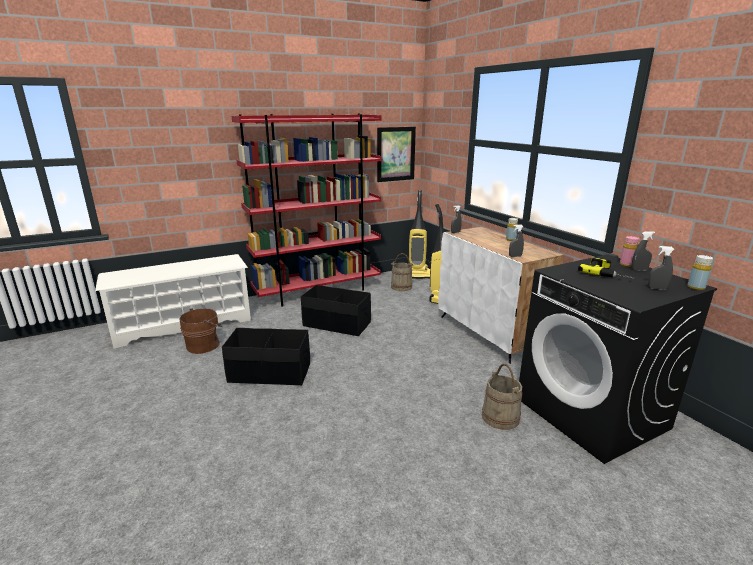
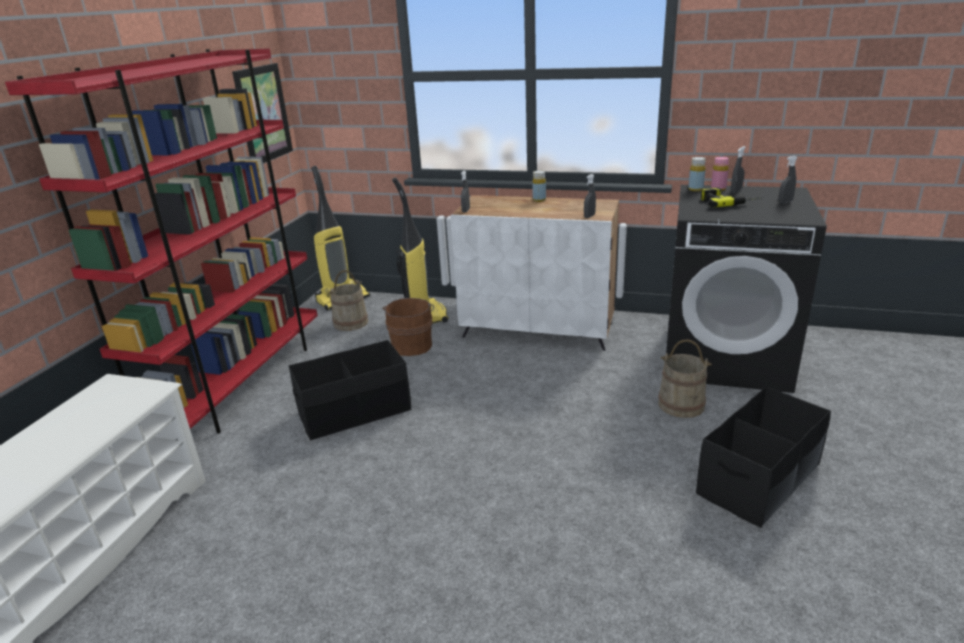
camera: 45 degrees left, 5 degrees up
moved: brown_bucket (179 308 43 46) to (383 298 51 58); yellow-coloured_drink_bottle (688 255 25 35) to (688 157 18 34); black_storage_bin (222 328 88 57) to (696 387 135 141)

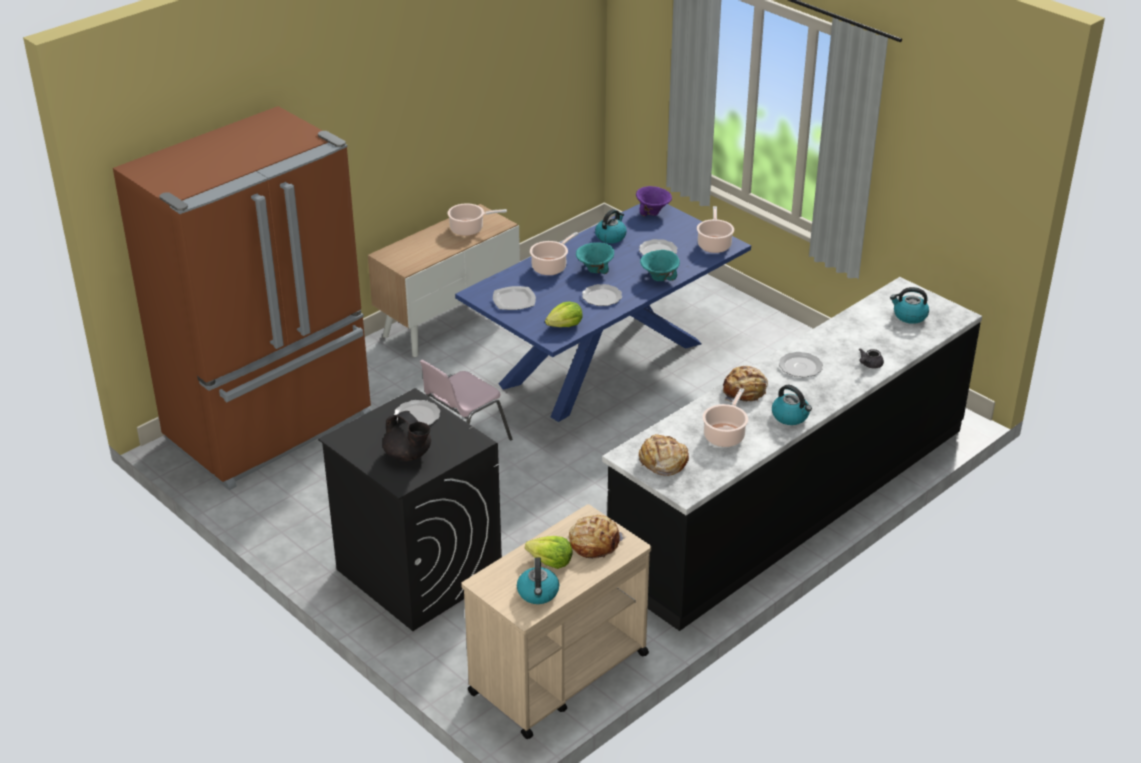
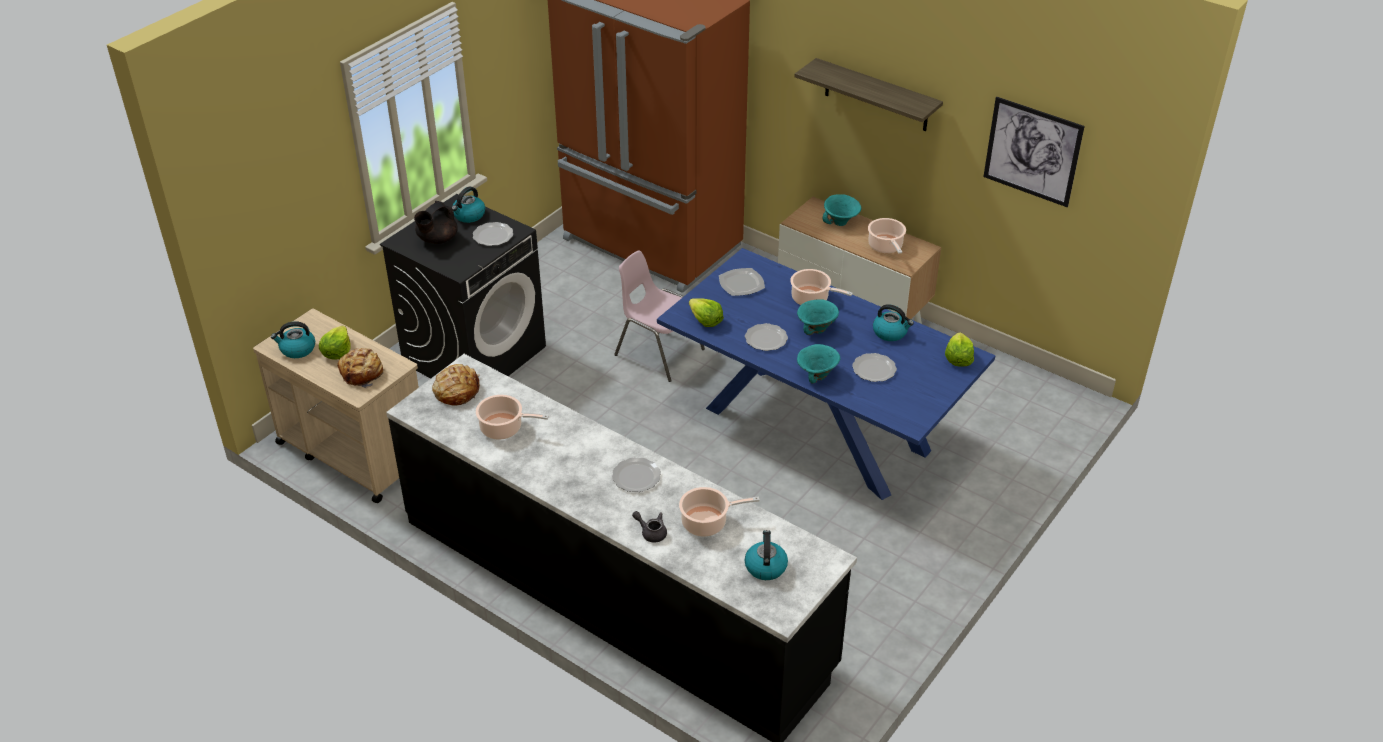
camera: 80 degrees right, 5 degrees up
removed: bread (723 366 45 36)
added: wall_shelf (794 58 149 73); blue-green_bowl (823 194 38 32); picture (983 97 102 110)
moved: water_kettle (772 385 40 40) to (452 187 33 36); saucepot (697 206 37 47) to (679 487 81 50)
replaced: purple_bowl (636 186 36 30) to lettuce_head (945 332 29 35)

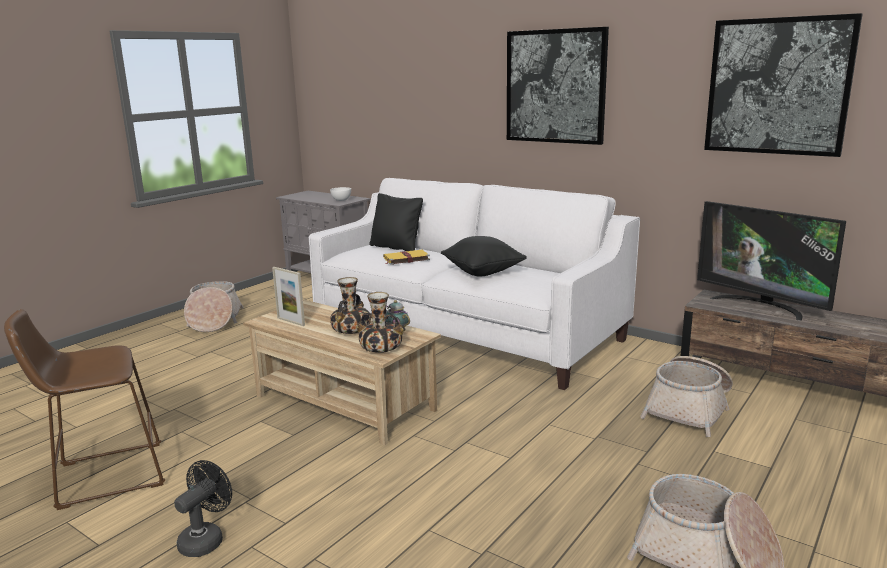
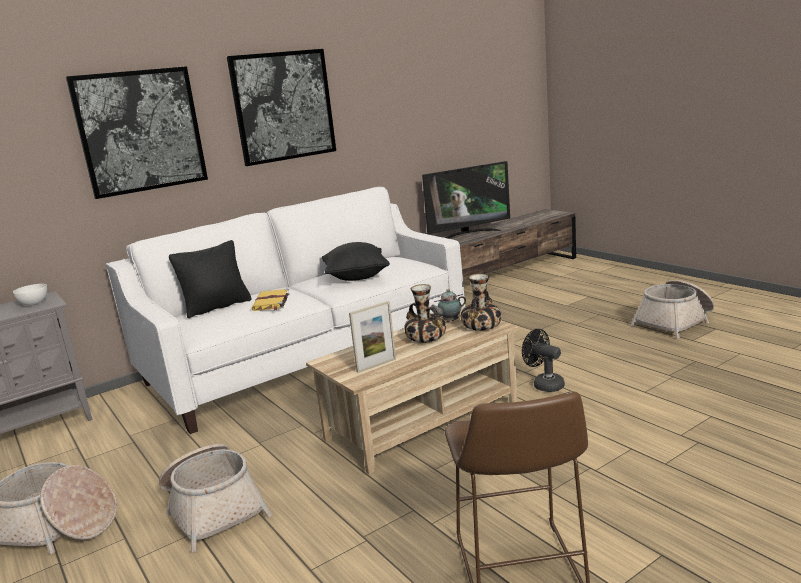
camera: 70 degrees left, 0 degrees up
moved: picture (704 13 159 144) to (66 66 142 133); household_basket (640 356 93 81) to (159 444 113 108); black_cooling_fan (174 460 58 97) to (522 329 43 63)

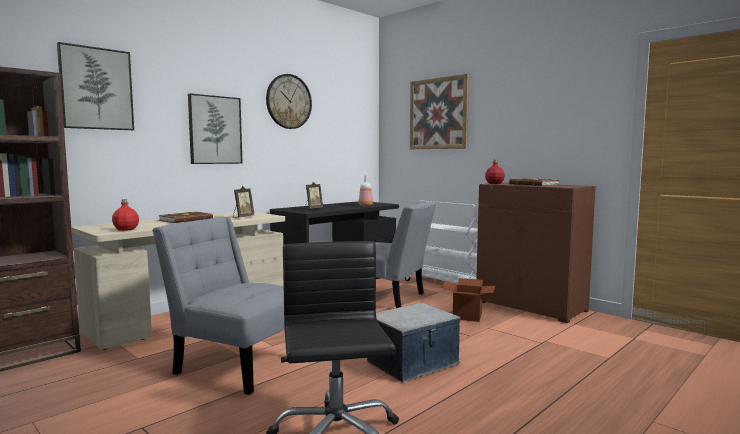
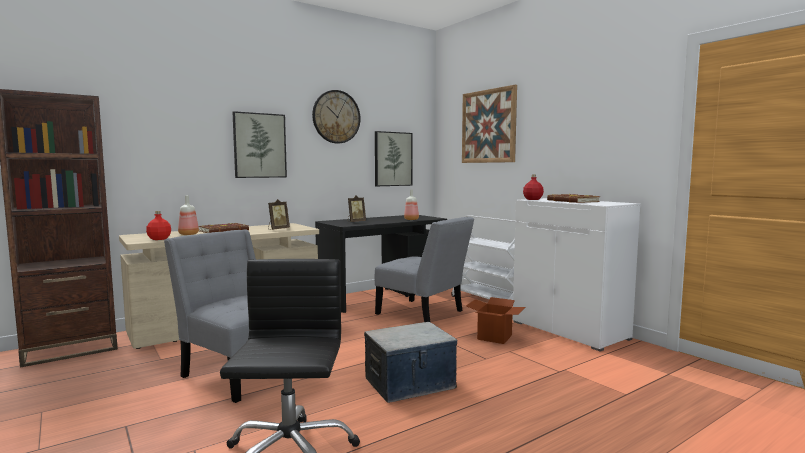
camera: 10 degrees right, 0 degrees up
added: drink_bottle (178 195 21 40)
moved: picture (57 42 77 88) to (375 131 38 55)
recoloured: brown_cupboard (476 182 120 141) to white_cupboard (513 198 127 154)

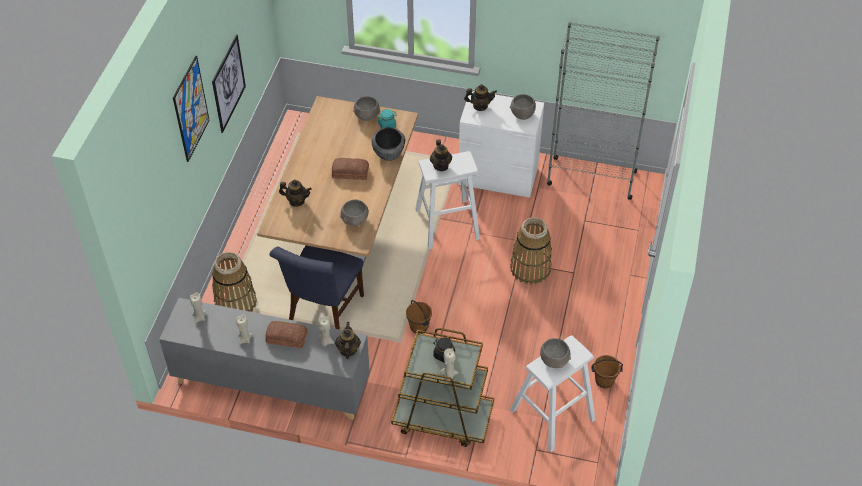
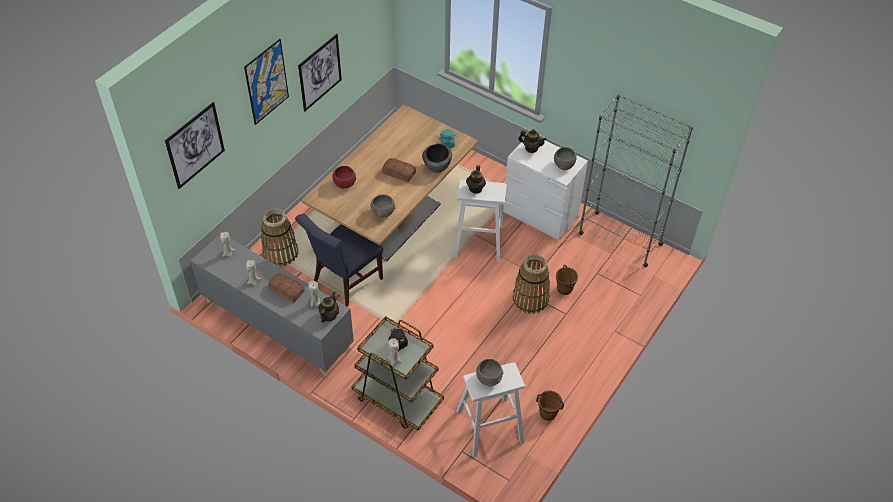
camera: 20 degrees right, 0 degrees up
removed: gray_bowl (353 96 27 25)
added: picture (165 102 60 87)
moved: brown_bucket (406 300 26 34) to (556 265 22 30)
replaced: pot_for_tea (279 180 33 27) to red-coloured_bowl (333 166 24 23)

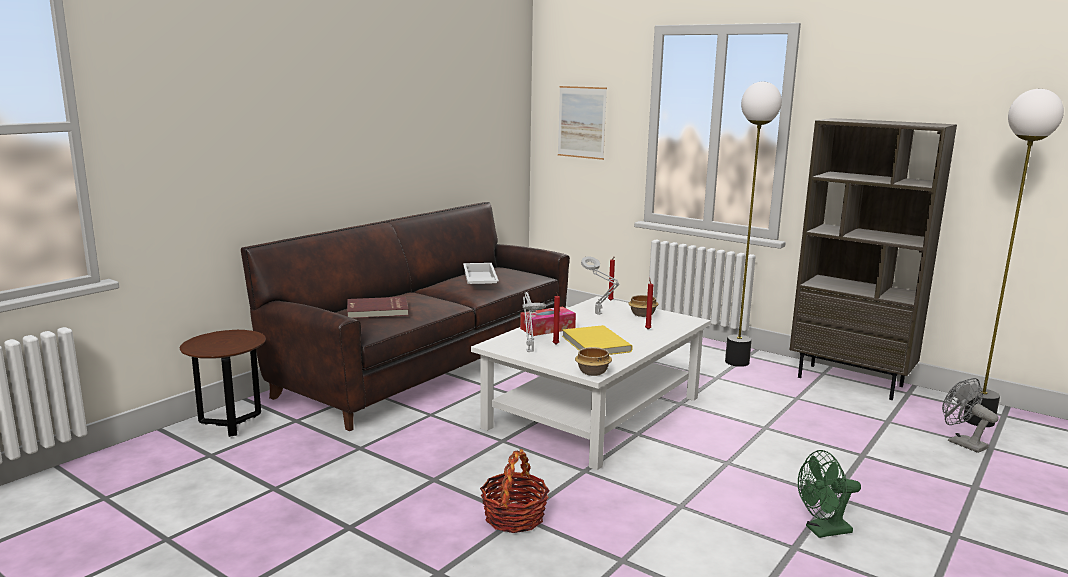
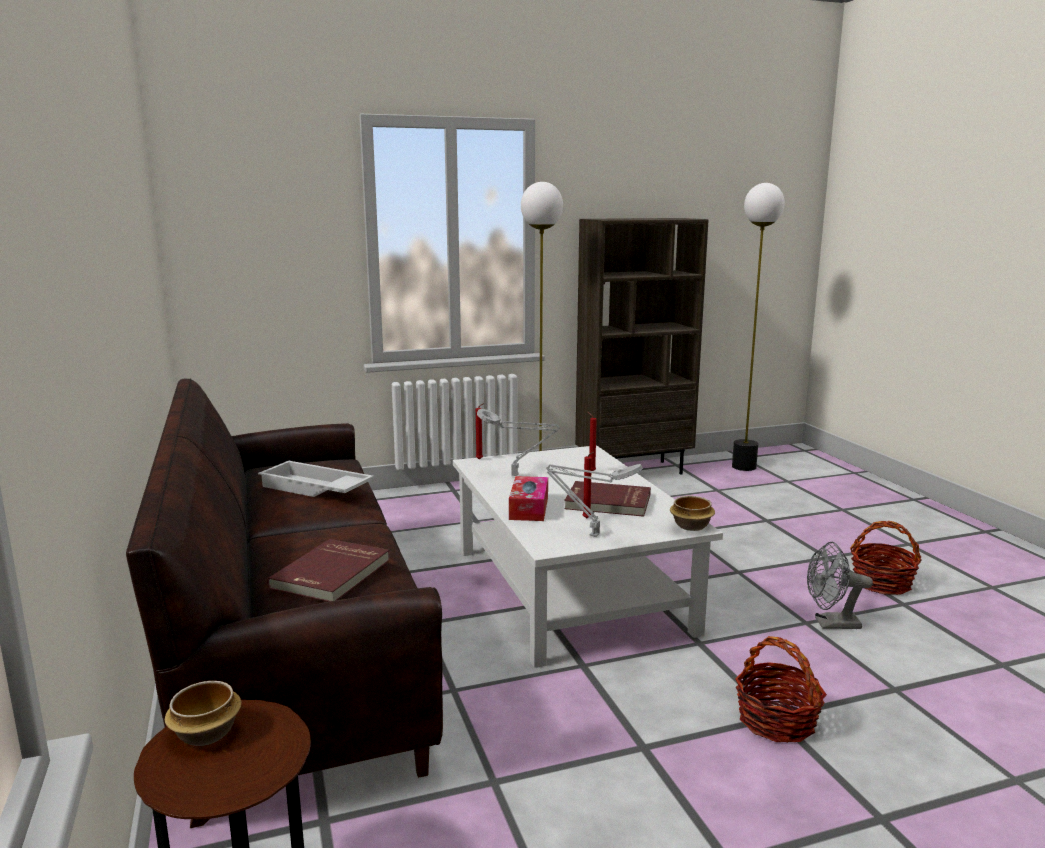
camera: 55 degrees left, 0 degrees up
removed: picture (558 86 49 74)
moved: bowl (628 295 30 22) to (165 681 76 65); gray_cooling_fan (942 378 57 75) to (807 542 66 87)
replaced: greenish_cooling_fan (798 450 63 88) to household_basket (850 521 72 74)
recoloured: yellow-coloured_volume (562 325 71 30) to red-coloured_volume (564 481 87 36)

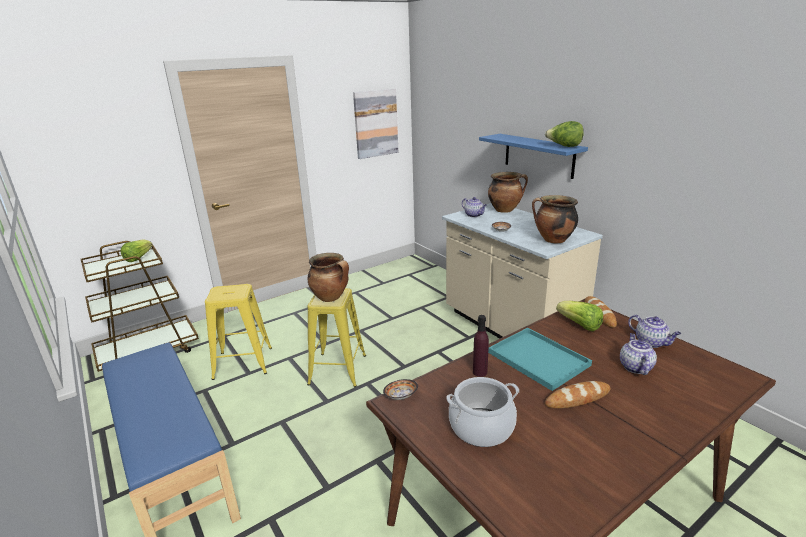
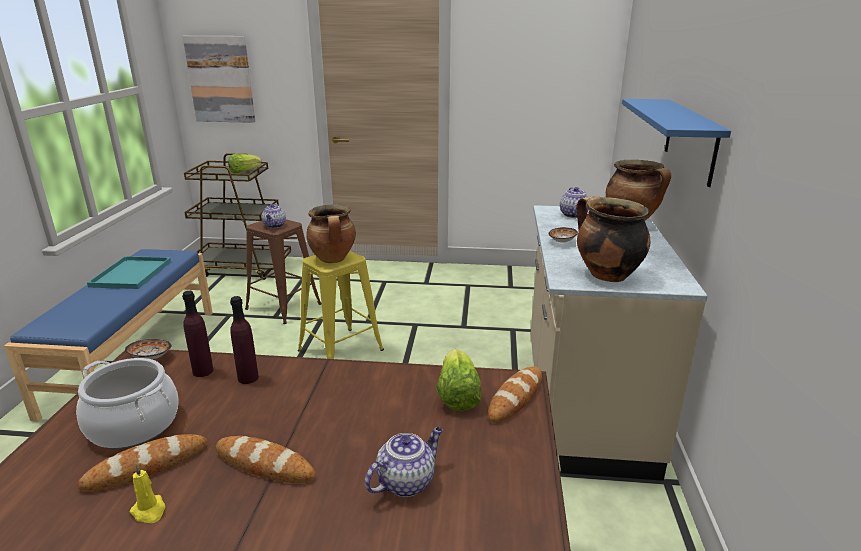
camera: 40 degrees right, 0 degrees up
removed: lettuce_head (545 121 39 26)
added: bread (77 434 130 57); yellow-coloured_wax_candle (129 464 36 59); purple_drink_bottle (182 291 32 86)
moved: blue-green_tray (488 328 104 63) to (87 256 84 33); picture (353 89 45 70) to (183 36 72 87); pot_for_tea (628 315 53 33) to (262 204 24 24)
recoloured: yellow-coloured_stool_seat (205 284 67 96) to brown_stool_seat (245 219 76 105)

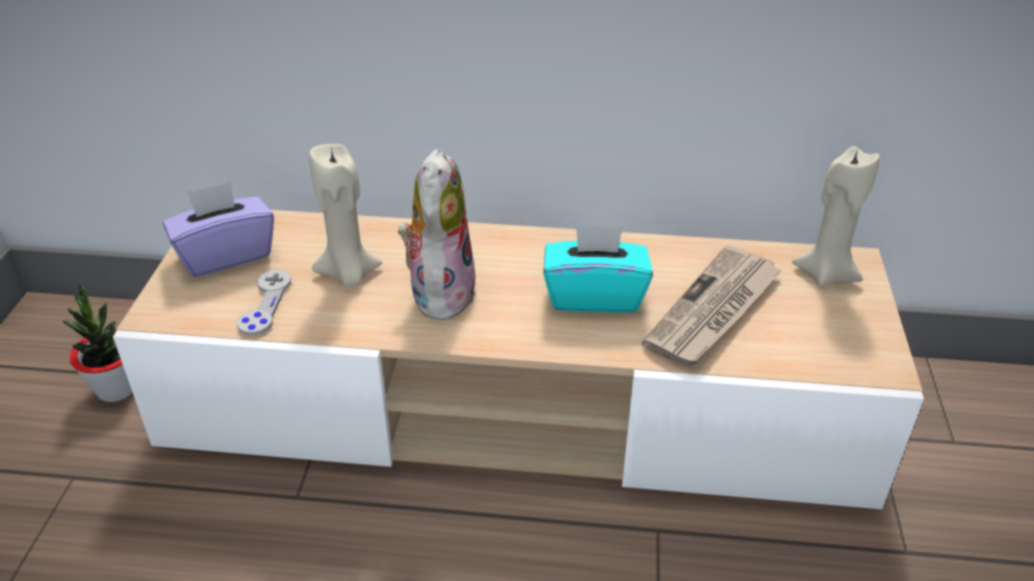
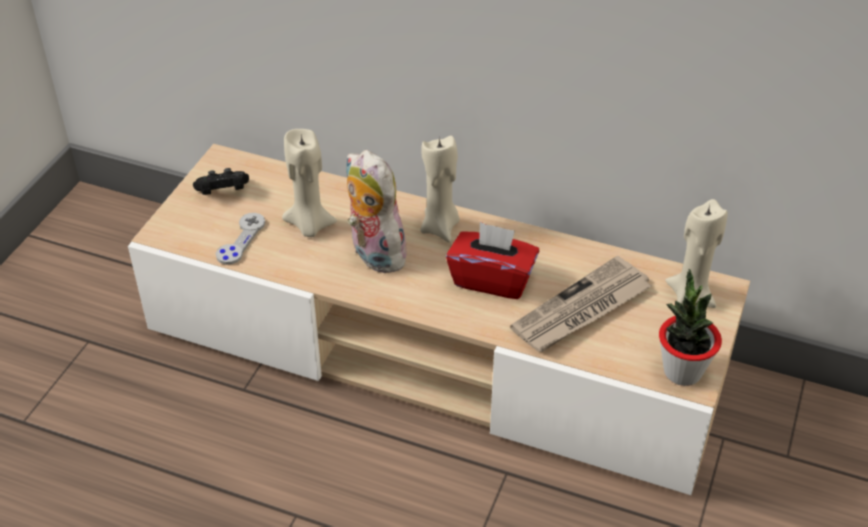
camera: 15 degrees right, 5 degrees up
added: sand-coloured_wax_candle (420 136 40 106)
moved: plant_in_a_pot (62 282 71 120) to (659 269 63 117)
replaced: purple_tissue_holder (163 181 111 96) to black_game_controller (193 168 56 27)
recoloured: blue-green_tissue_holder (543 223 110 90) to red-coloured_tissue_holder (446 222 93 77)
turned: soft_toy (398 149 78 174) = (346 150 63 123) 60 degrees counterclockwise

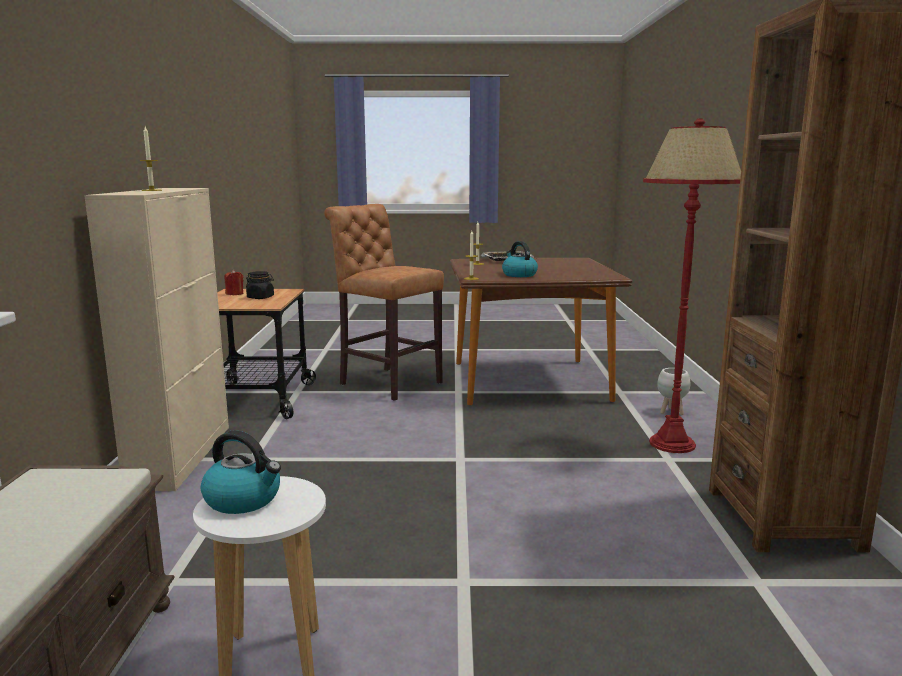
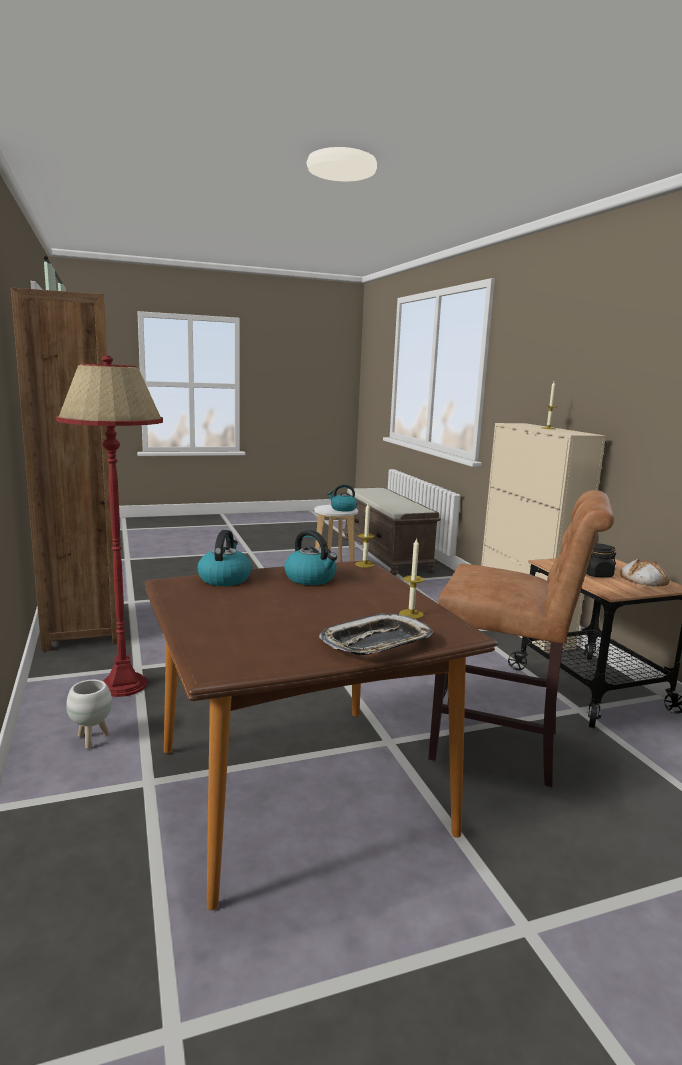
camera: 160 degrees right, 0 degrees up
added: water_kettle (197 530 54 56)
replaced: red-coloured_wax_candle (224 270 19 25) to bread (620 558 50 28)

